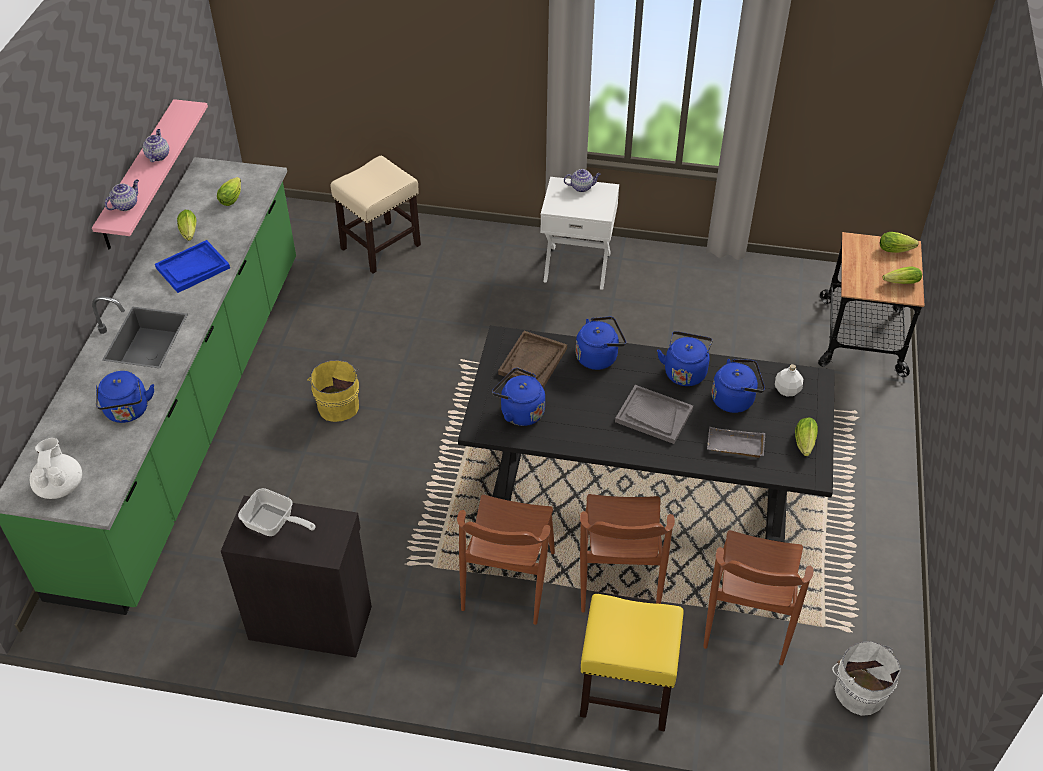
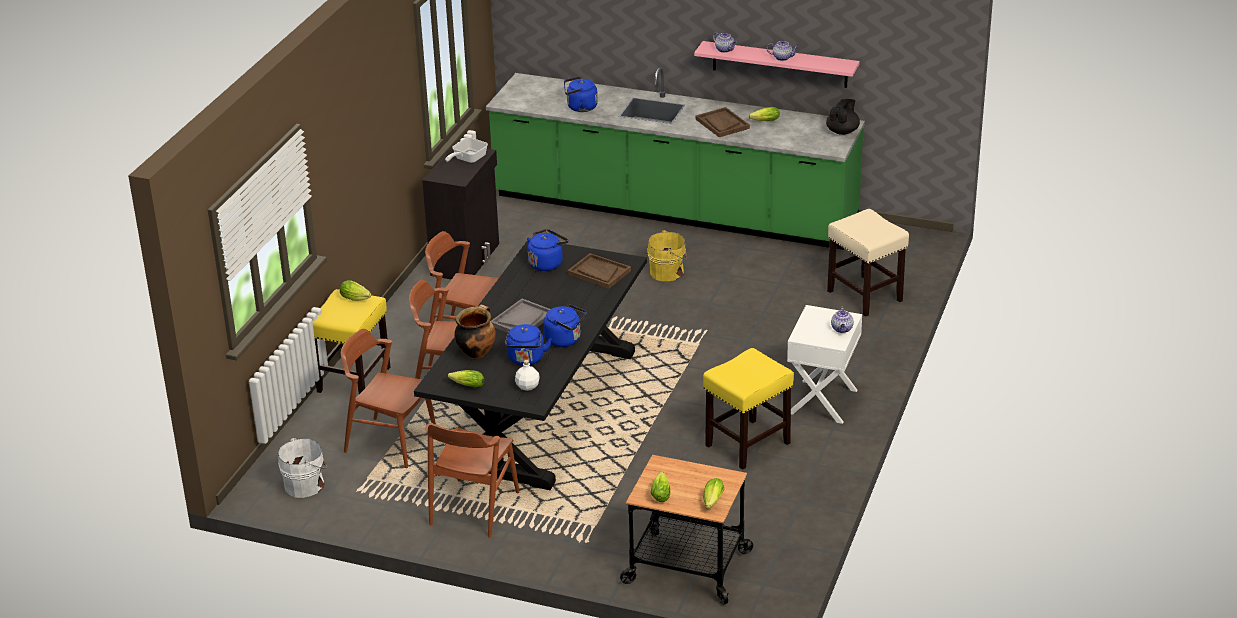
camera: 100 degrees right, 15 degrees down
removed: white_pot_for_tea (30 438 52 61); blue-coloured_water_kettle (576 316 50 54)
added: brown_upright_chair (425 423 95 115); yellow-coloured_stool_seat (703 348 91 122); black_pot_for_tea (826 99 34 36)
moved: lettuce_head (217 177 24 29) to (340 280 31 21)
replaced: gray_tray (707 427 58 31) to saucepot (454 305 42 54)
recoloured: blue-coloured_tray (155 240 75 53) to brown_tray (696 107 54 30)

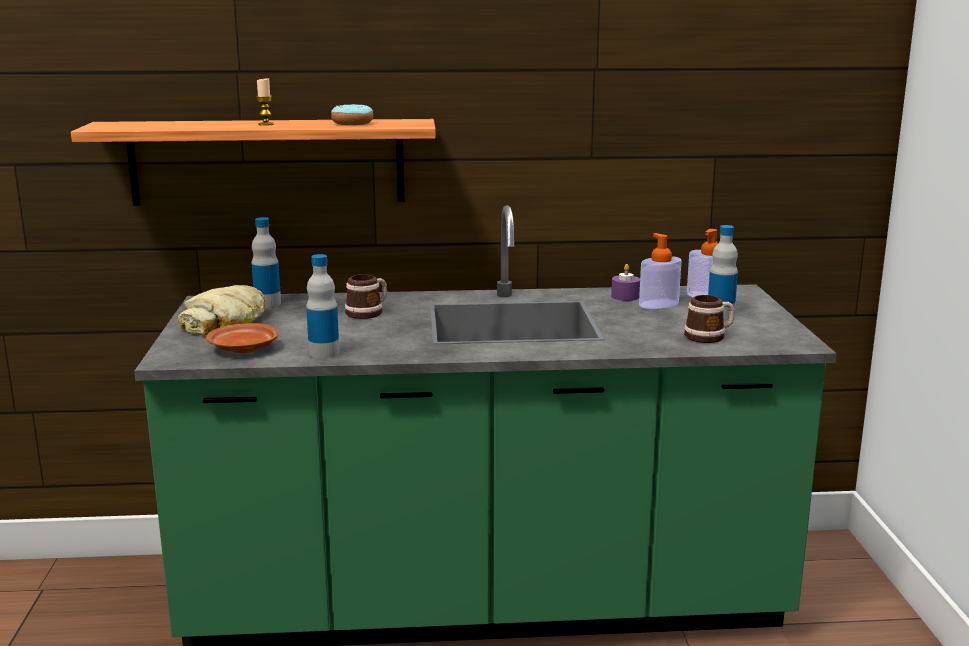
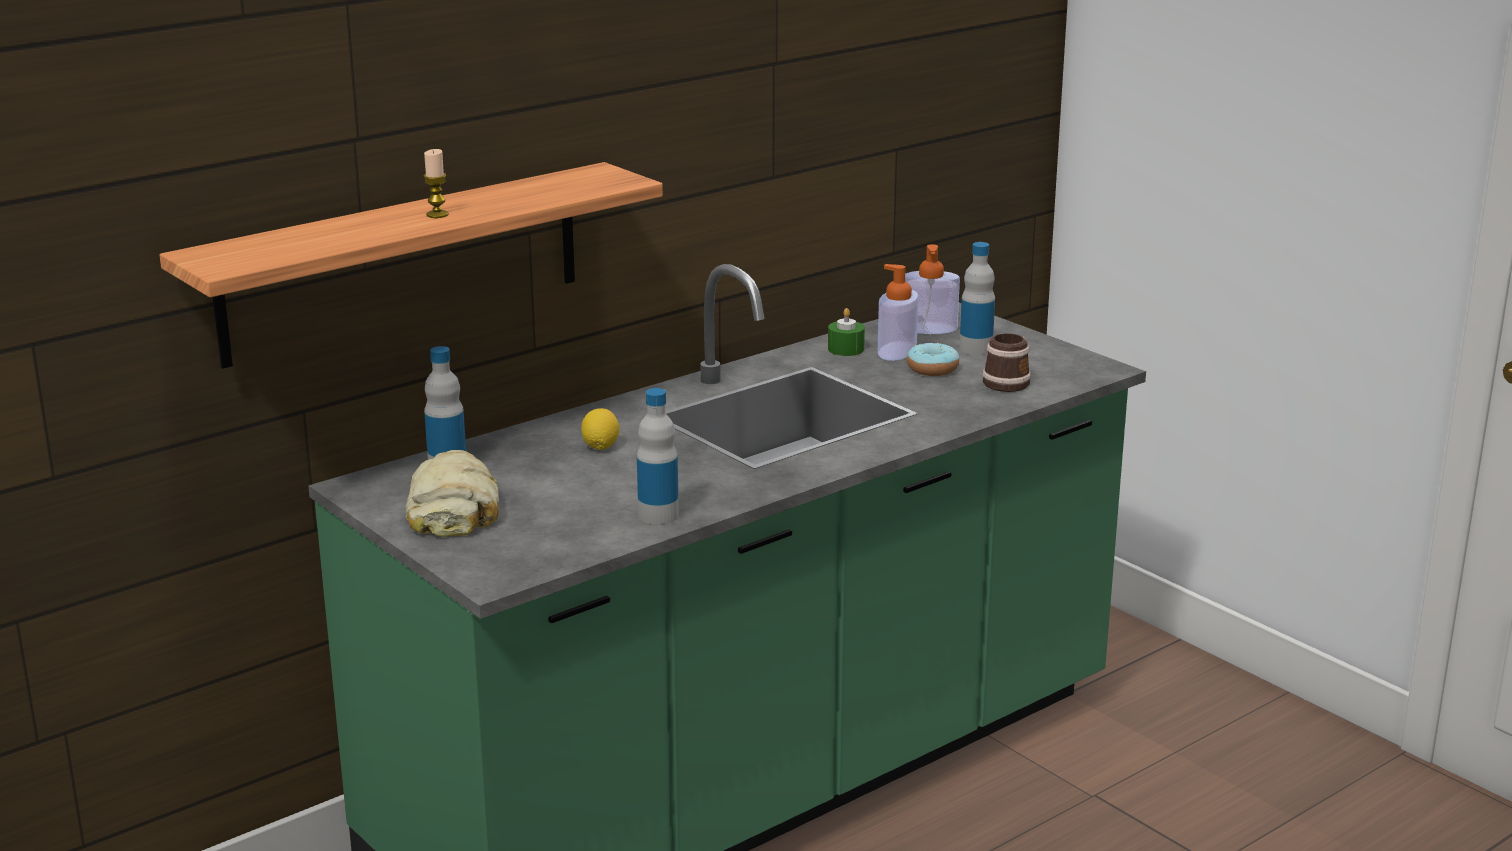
camera: 35 degrees left, 5 degrees up
removed: brown_flat_dish (206 323 72 30)
moved: doughnut (331 104 43 21) to (907 343 52 33)
replaced: coffee_mug (345 274 42 45) to whole_lemon (581 408 39 42)
recoloured: purple_wax_candle (611 264 29 37) to greenish_wax_candle (828 308 37 48)

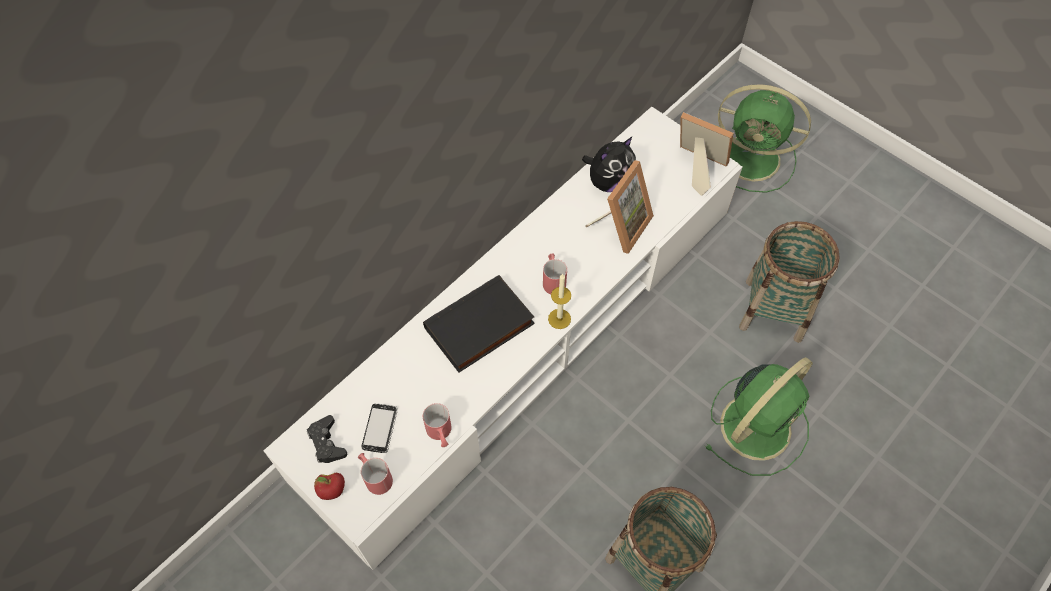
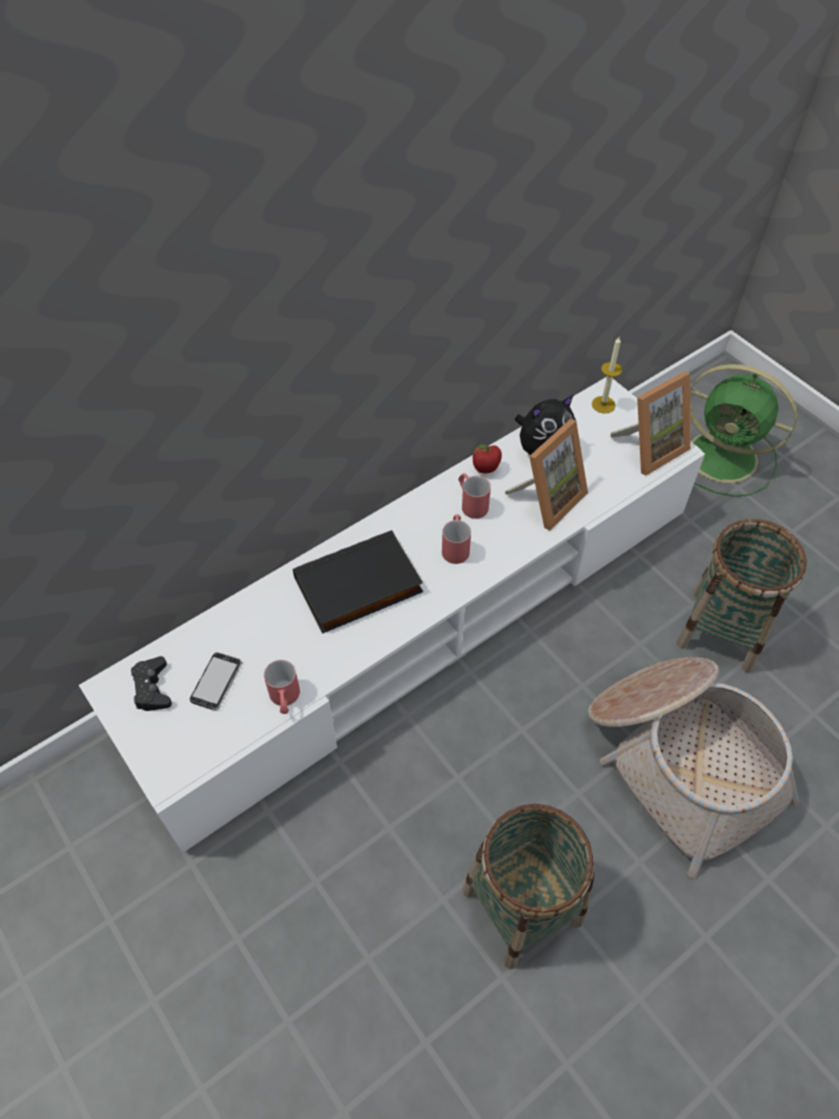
camera: 10 degrees right, 5 degrees down
moved: red-coloured_coffee_mug (358 453 35 42) to (458 473 33 46); apple_fruit (314 473 31 27) to (473 444 29 29); wax_candle (548 274 23 55) to (592 337 30 76)
replaced: greenish_cooling_fan (705 357 108 119) to household_basket (588 657 211 221)
turned: picture_frame (680 112 54 84) = (610 371 81 105) 105 degrees clockwise

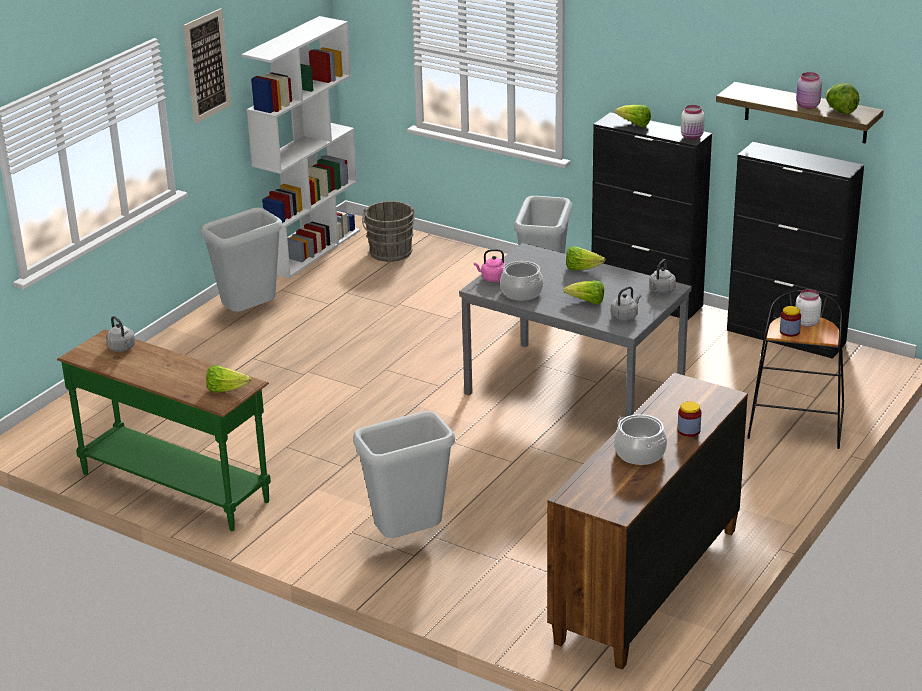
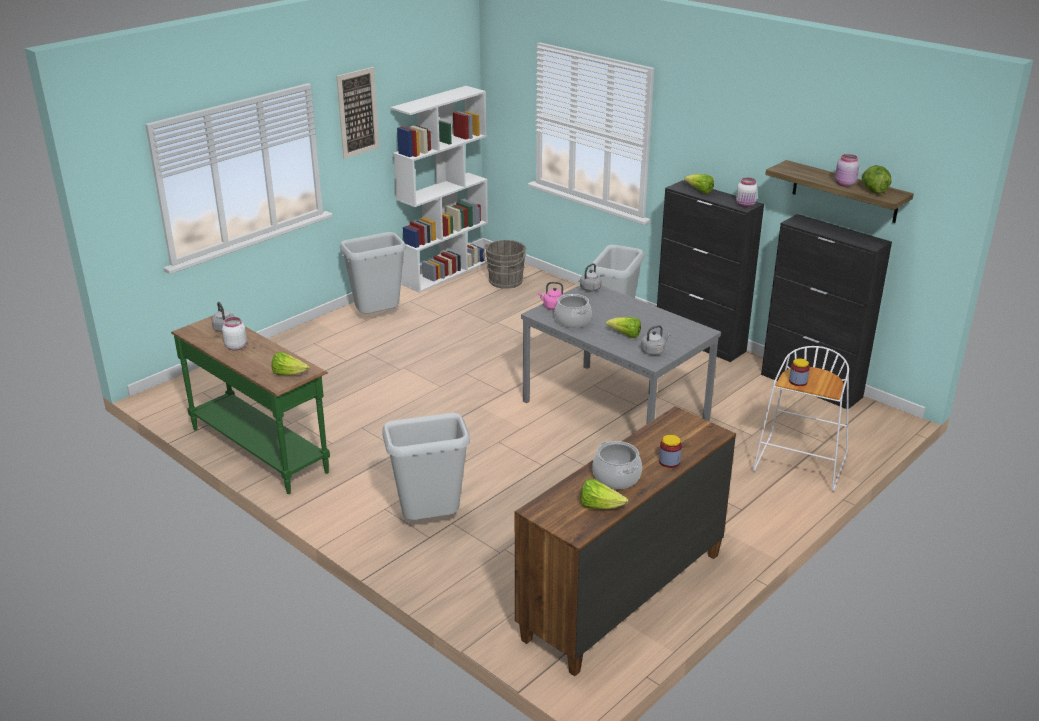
camera: 10 degrees right, 0 degrees up
moved: white_jar (796 289 26 38) to (222 317 25 33); gray_water_kettle (649 259 27 35) to (578 263 24 28); lettuce_head (566 246 40 24) to (580 479 48 30)
recoloured: black_stool_seat (747 290 97 159) to white_stool_seat (753 346 96 146)

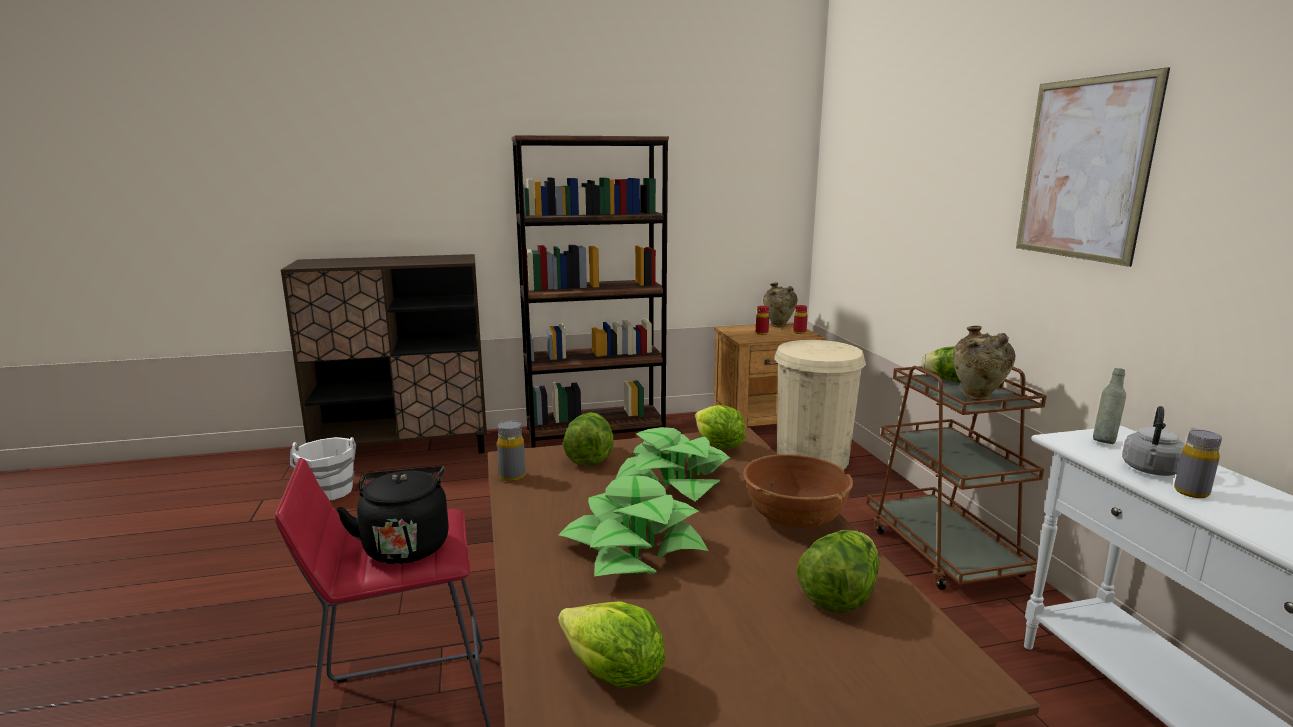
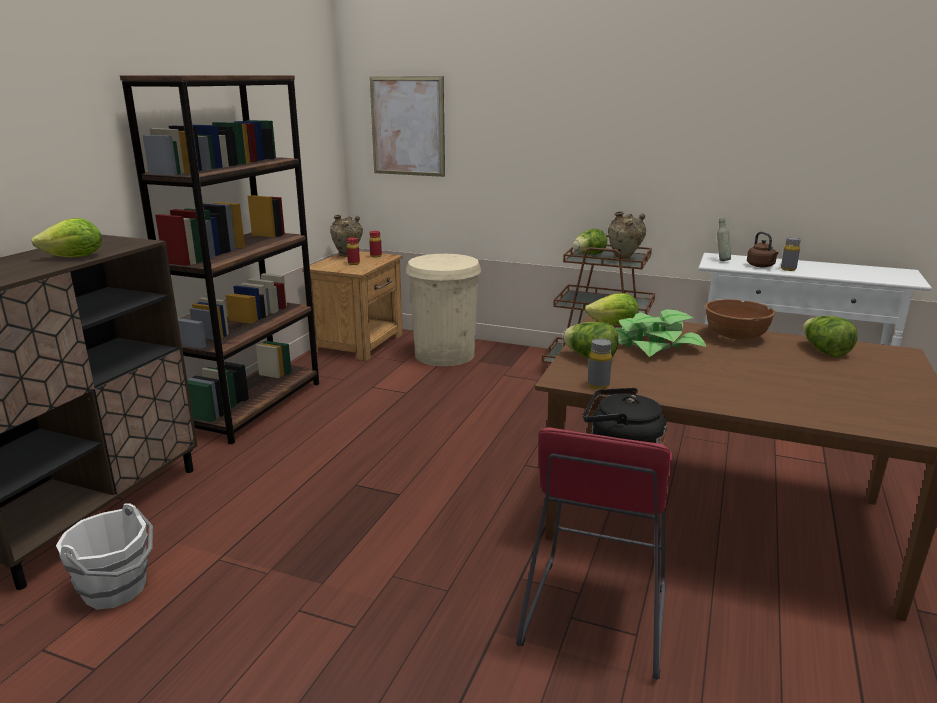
camera: 55 degrees left, 5 degrees up
removed: plant_in_a_pot (559 475 149 102)
moved: lettuce_head (558 601 107 87) to (32 218 70 40); picture (1016 67 154 200) to (370 76 75 101)
recoloured: gray_water_kettle (1122 406 63 70) to brown_water_kettle (747 232 31 35)

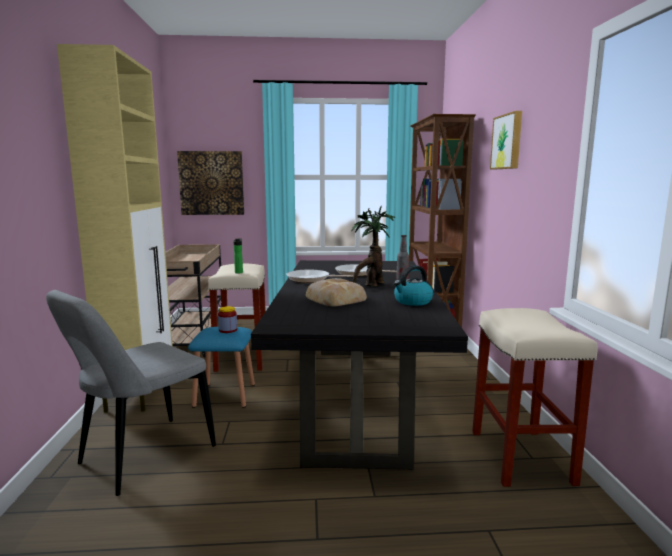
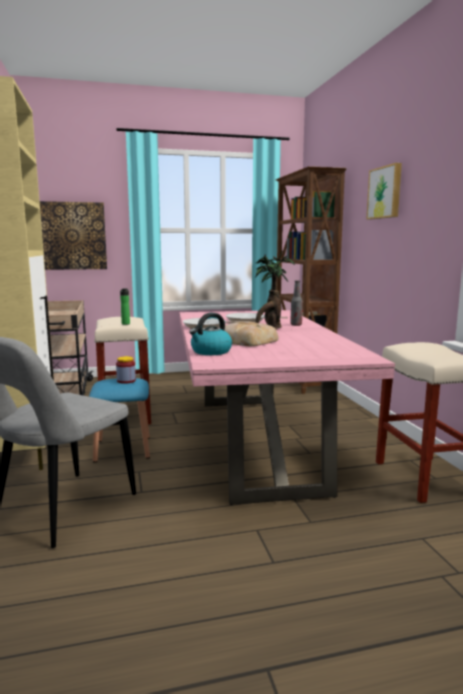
camera: 10 degrees left, 0 degrees up
moved: water_kettle (394 265 39 41) to (189 313 43 42)
recoloured: black_kitchen_table (251 260 217 210) to pinkish_kitchen_table (179 310 216 195)

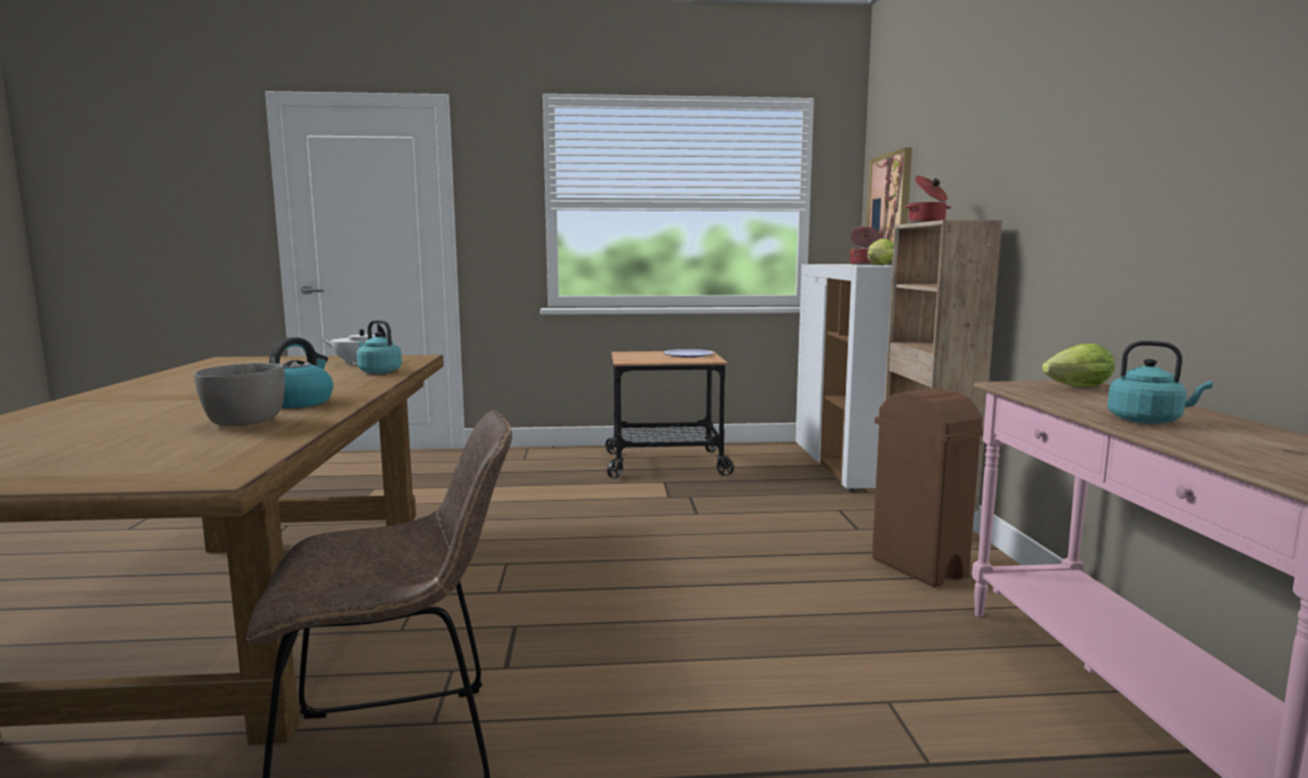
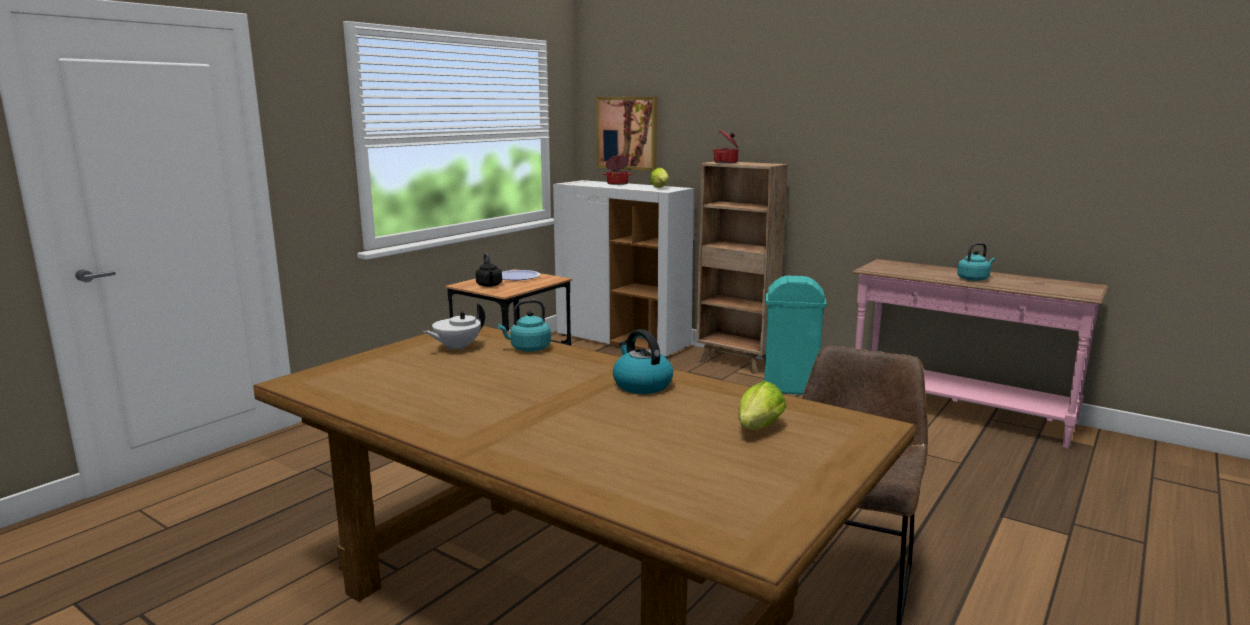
camera: 50 degrees left, 5 degrees up
removed: gray_bowl (194 363 91 63)
added: black_water_kettle (475 253 27 34)
moved: lettuce_head (1042 343 73 44) to (738 381 48 49)
recoloured: brown_waste_bin (872 388 112 199) to blue-green_waste_bin (764 276 63 119)

